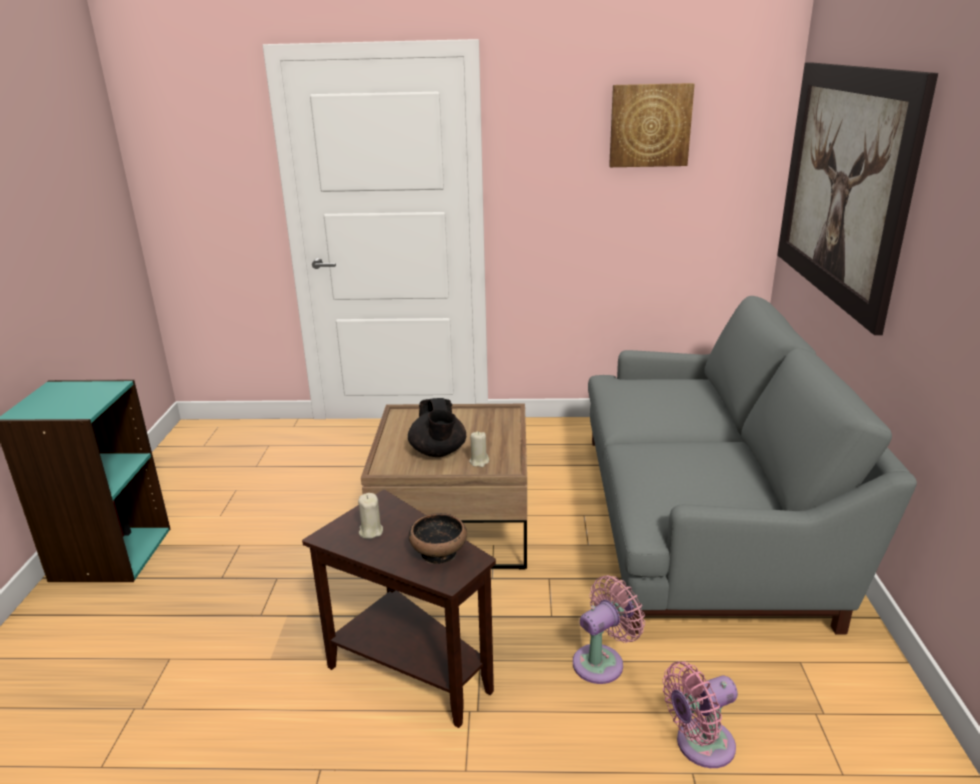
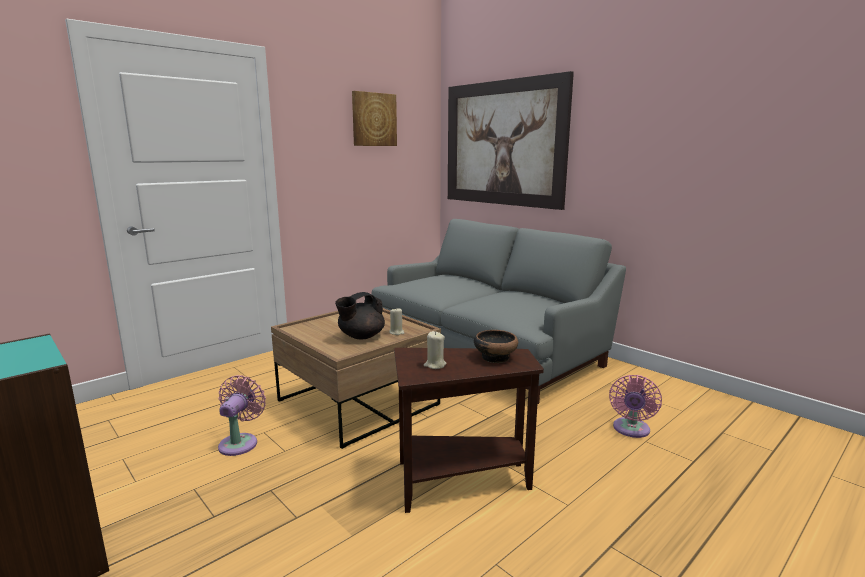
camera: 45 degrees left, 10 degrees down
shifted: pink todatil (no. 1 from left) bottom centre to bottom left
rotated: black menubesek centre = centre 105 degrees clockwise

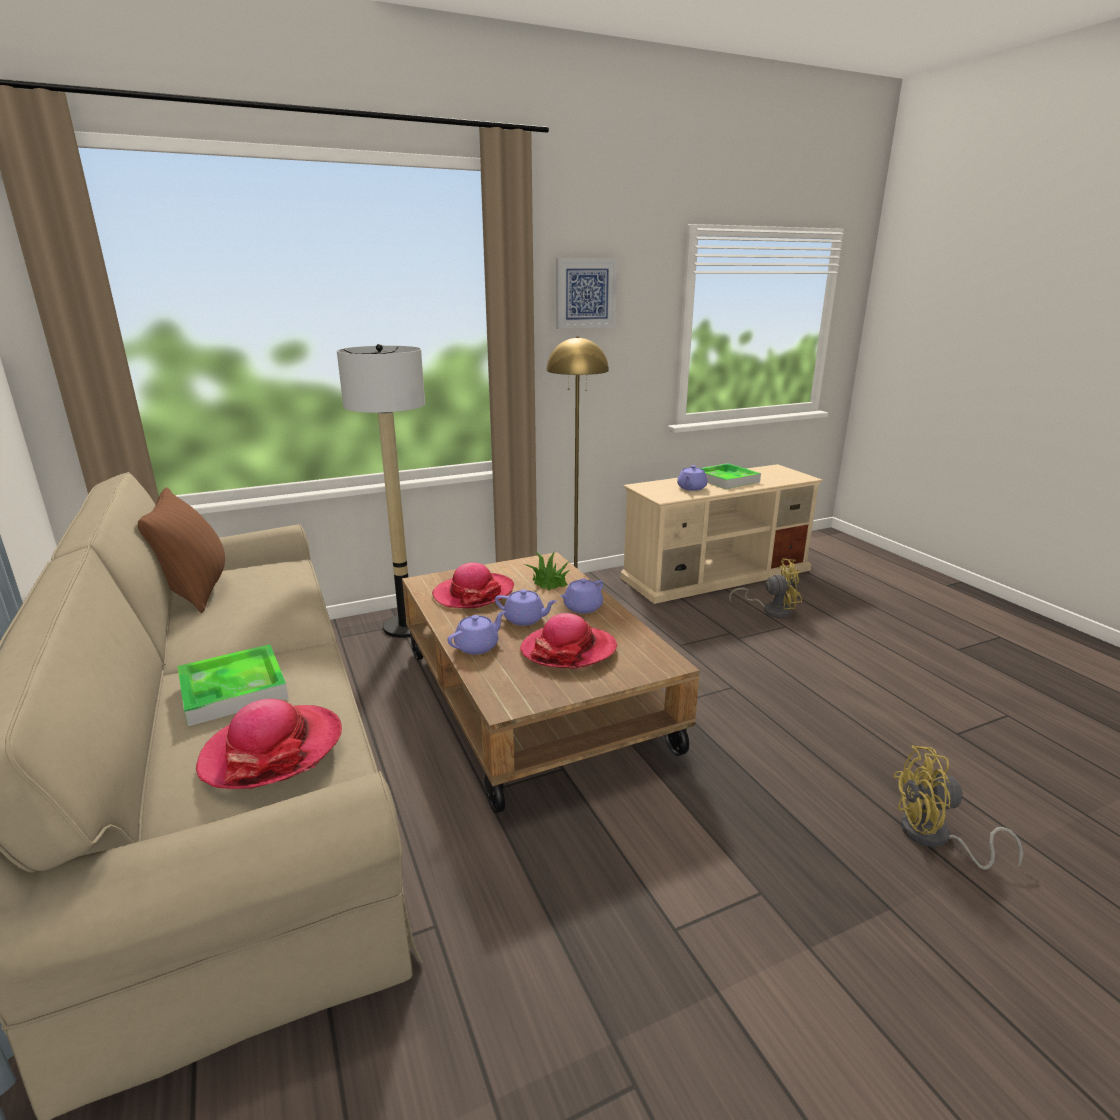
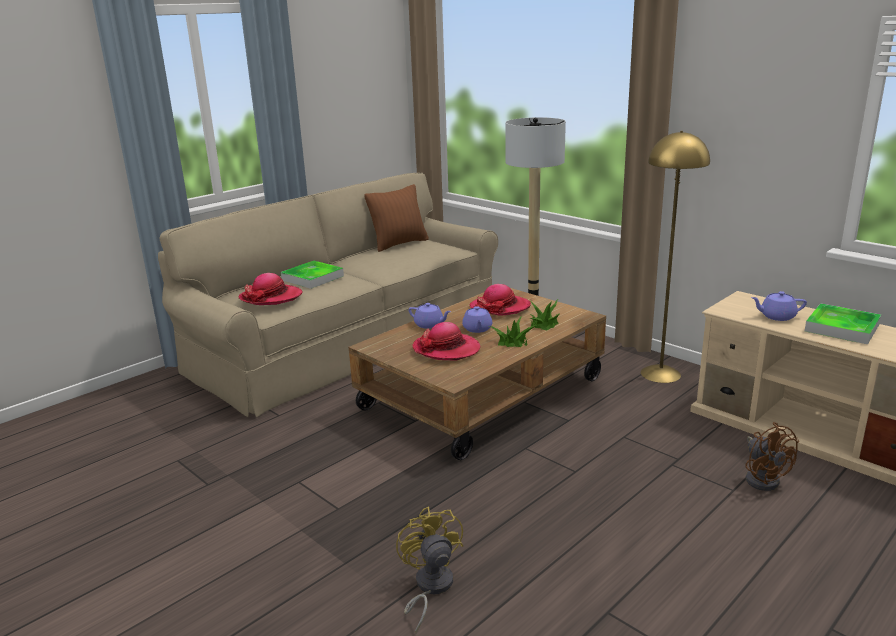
camera: 70 degrees right, 0 degrees up
gone: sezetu top centre
swapped: purple menubesek (no. 3 from left) centre to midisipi (no. 1 from left) centre
repainted: yellow todatil (no. 1 from left) middle right to brown todatil bottom right

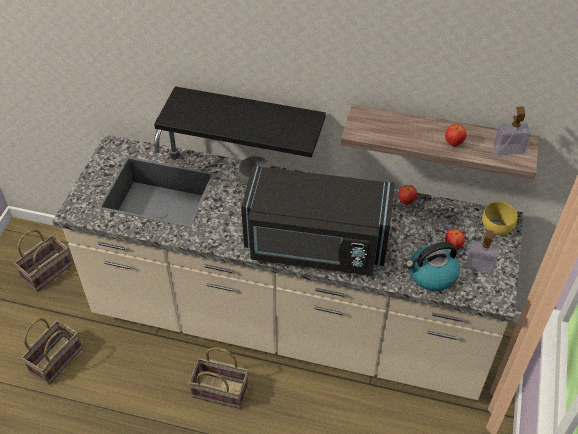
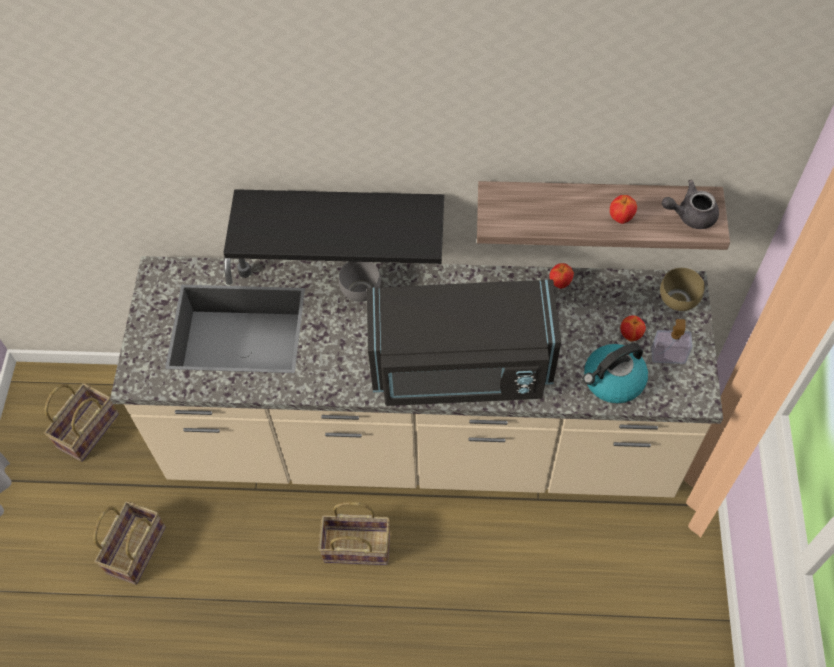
camera: 10 degrees left, 10 degrees up
swapped: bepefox (no. 2 from left) top right to grey menubesek top right
repainted: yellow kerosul middle right to brown kerosul middle right

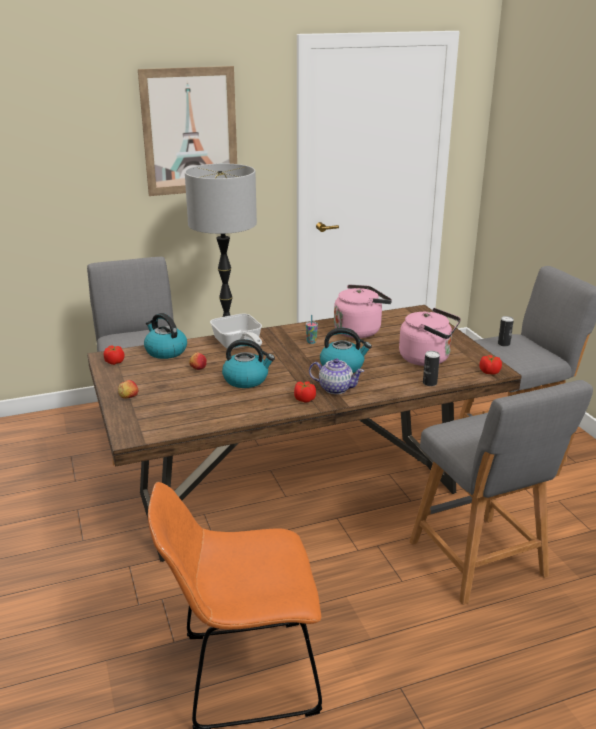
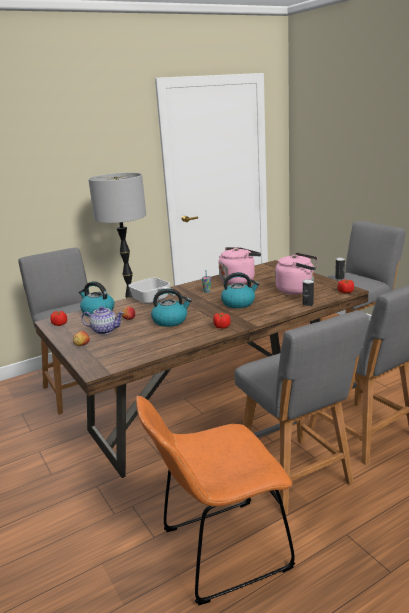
camera: 10 degrees left, 5 degrees down
gone: sezetu top left
new: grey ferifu (no. 2 from left) bottom right
shifted: menubesek centre to middle left

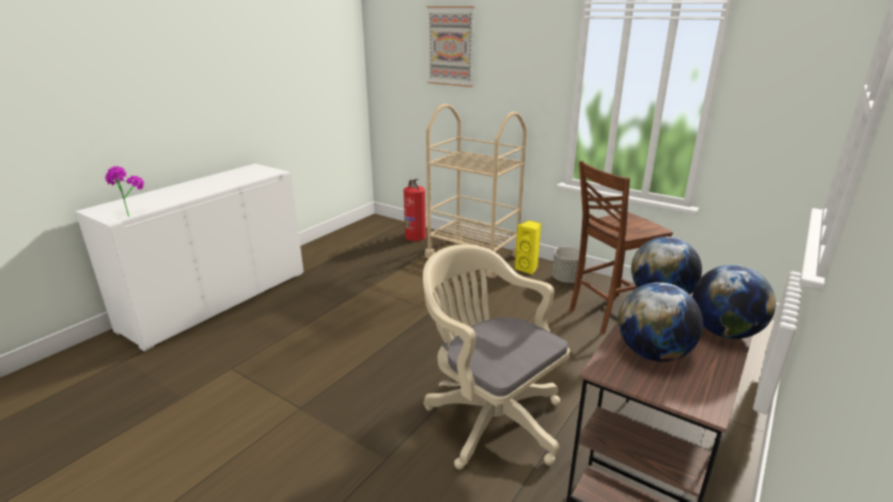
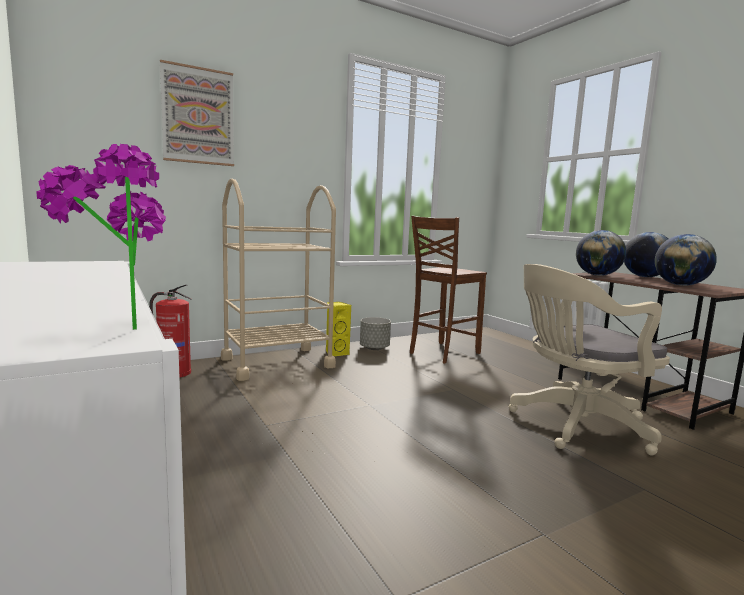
camera: 65 degrees left, 15 degrees down
rotated: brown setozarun middle right = centre 45 degrees clockwise

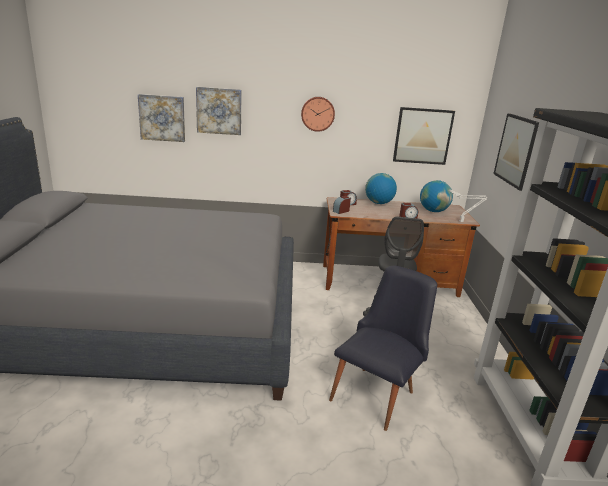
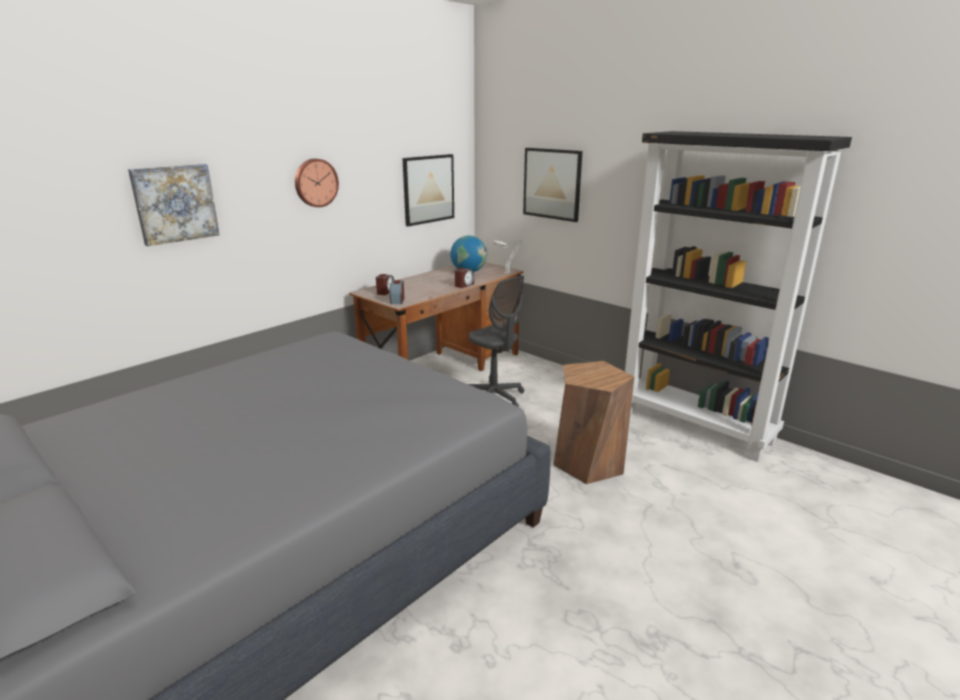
camera: 45 degrees left, 0 degrees up
gone: sezetu (no. 1 from left) top left; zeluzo (no. 1 from left) centre
swapped: black setozarun bottom centre to brown ferifu centre

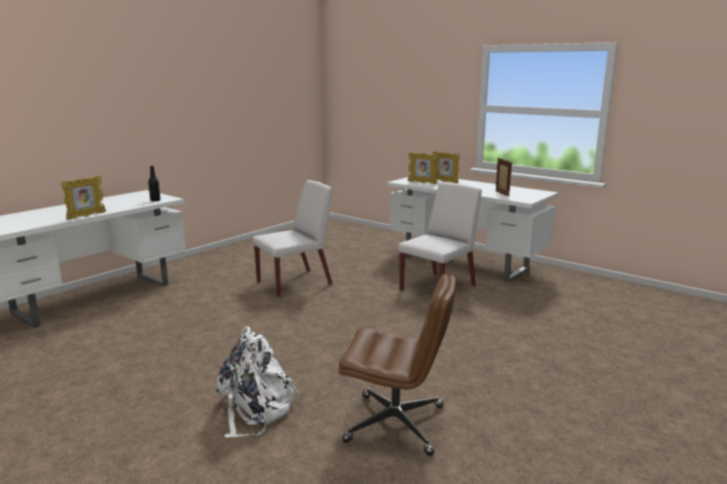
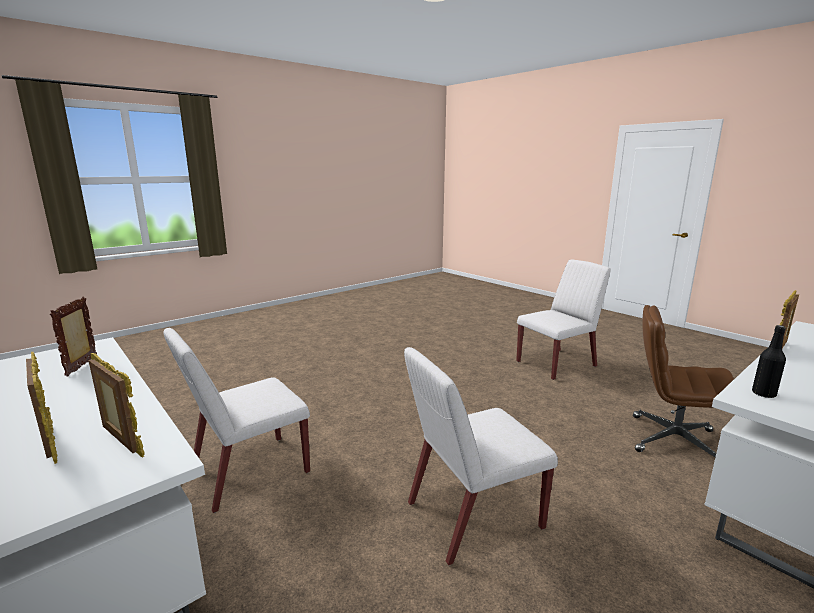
camera: 170 degrees left, 0 degrees up
gone: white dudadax bottom centre
new: white setozarun (no. 3 from left) middle right
shifted: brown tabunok bottom centre to middle right

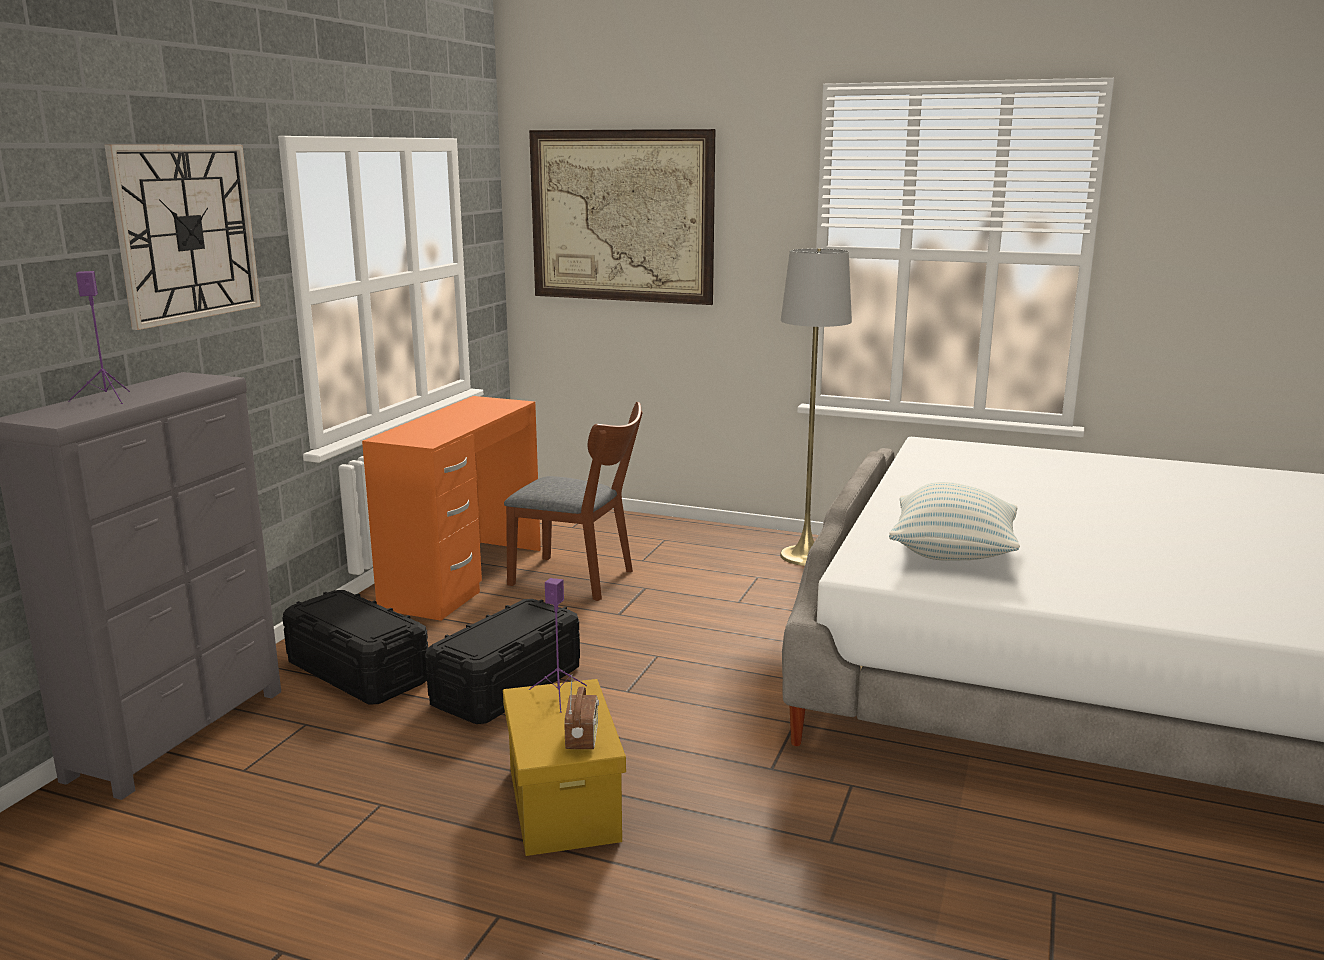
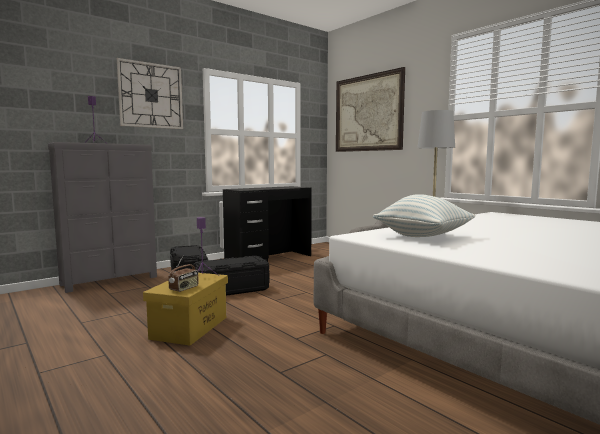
camera: 30 degrees right, 10 degrees down
gone: brown setozarun centre
repainted: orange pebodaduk centre to black pebodaduk centre

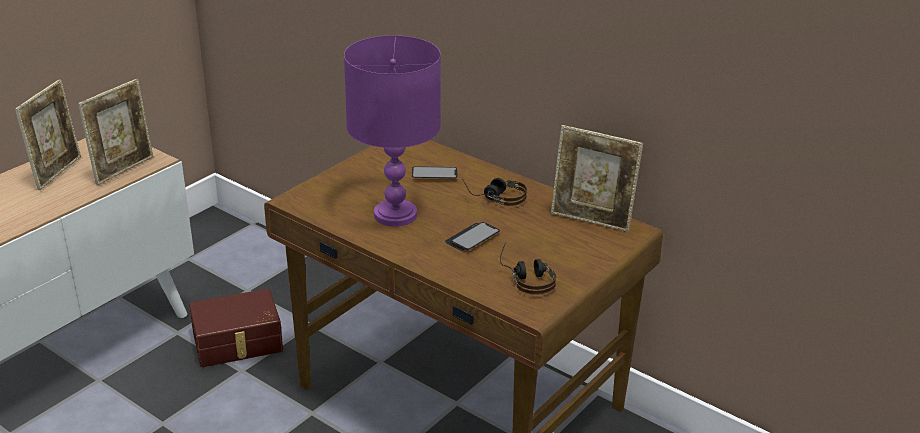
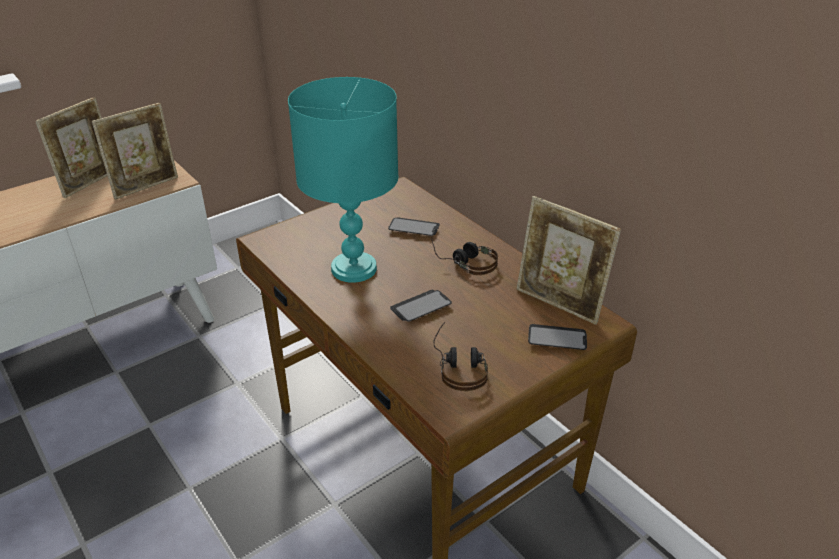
camera: 15 degrees right, 5 degrees up
gone: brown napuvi bottom left
new: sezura (no. 3 from left) centre
repainted: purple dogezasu top centre to turquoise dogezasu top centre

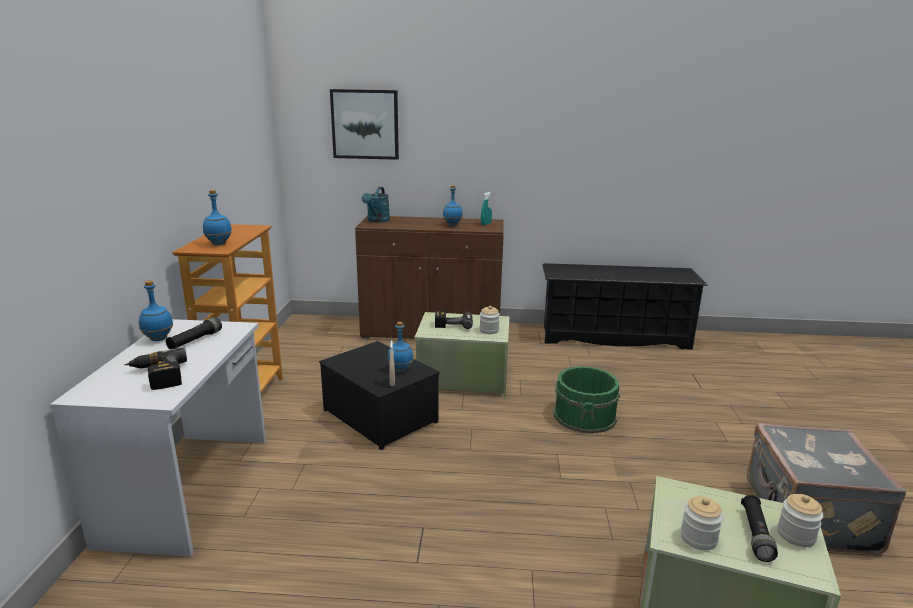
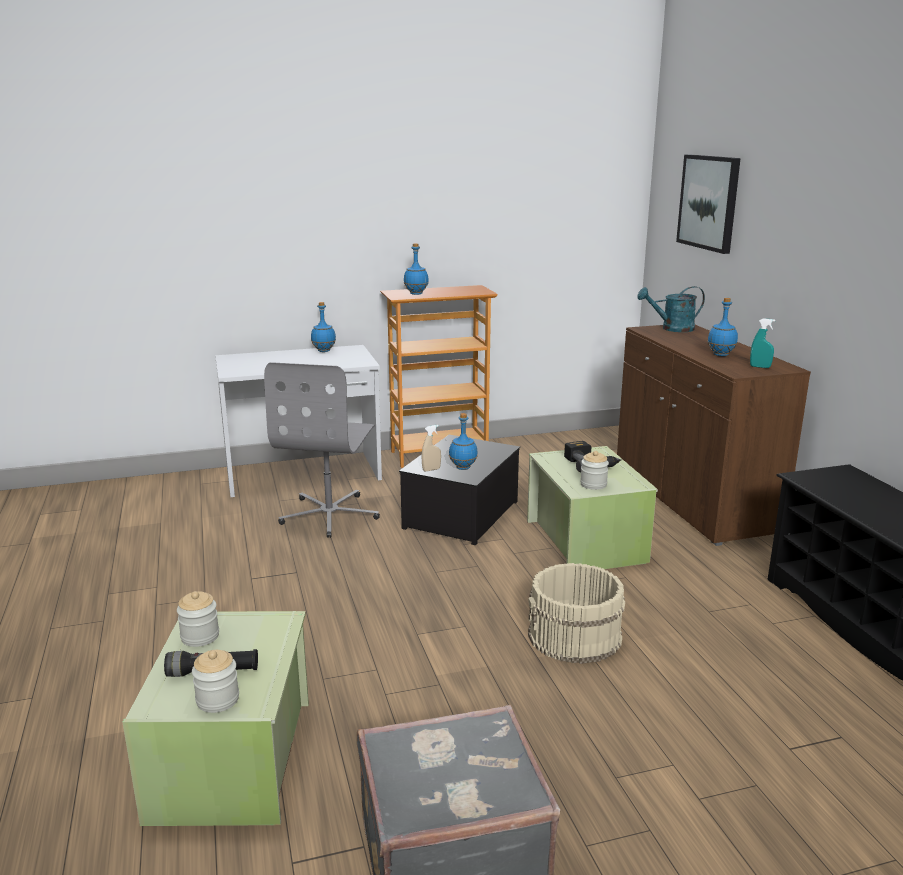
camera: 70 degrees right, 0 degrees up
gone: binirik (no. 1 from left) middle left; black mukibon (no. 1 from left) middle left
new: grey tabunok centre
repainted: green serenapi centre to beige serenapi bottom centre

